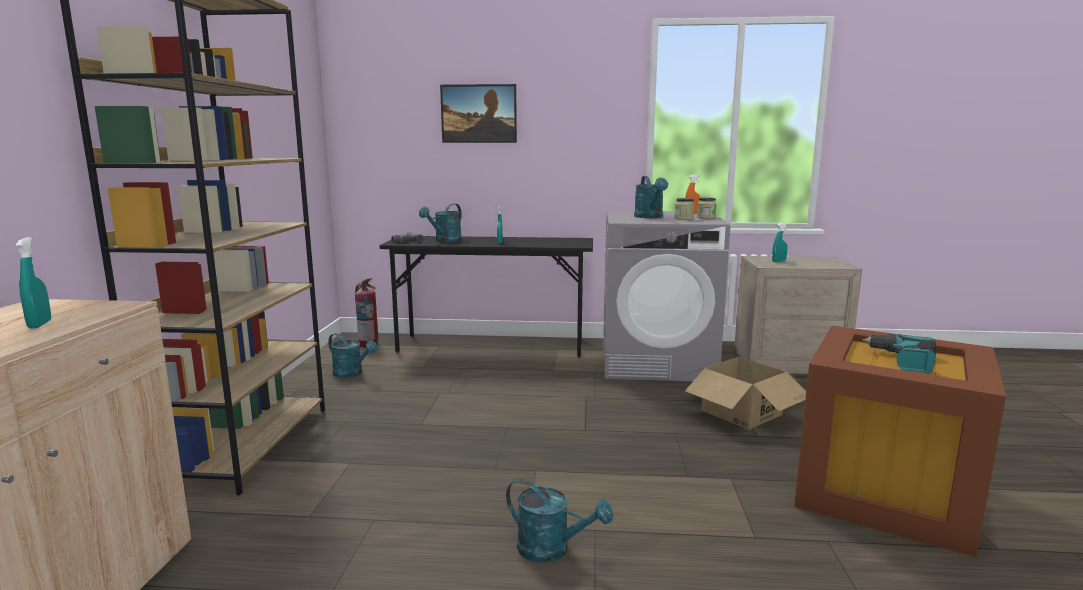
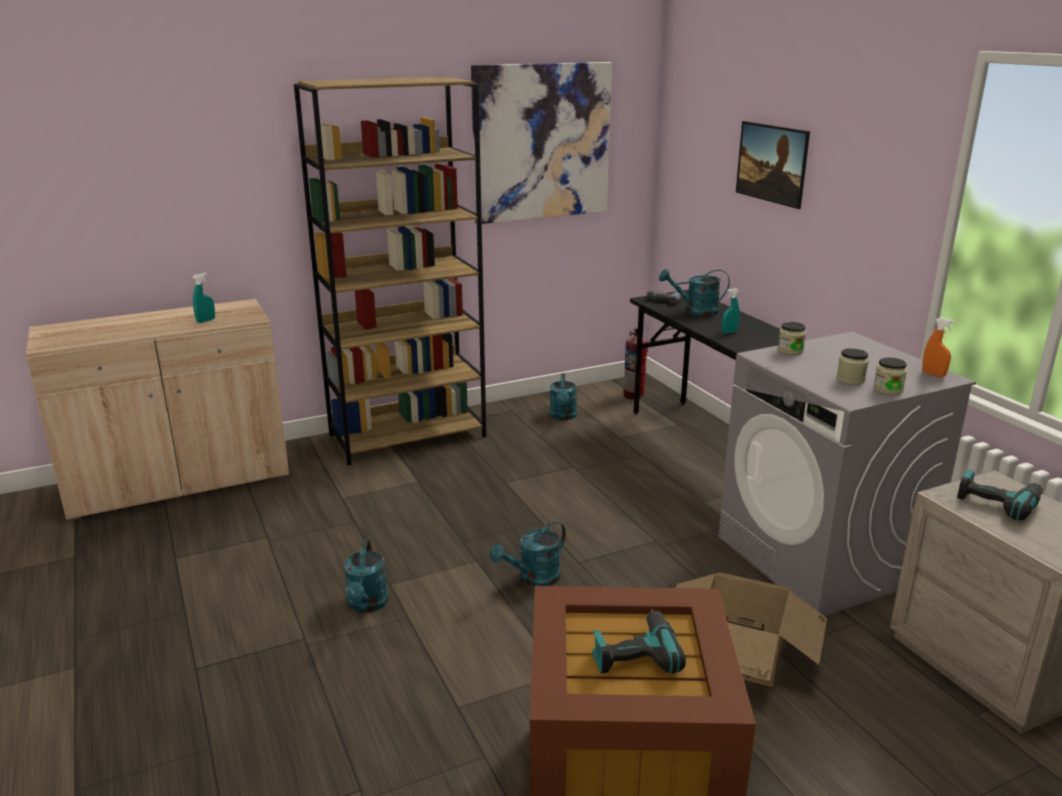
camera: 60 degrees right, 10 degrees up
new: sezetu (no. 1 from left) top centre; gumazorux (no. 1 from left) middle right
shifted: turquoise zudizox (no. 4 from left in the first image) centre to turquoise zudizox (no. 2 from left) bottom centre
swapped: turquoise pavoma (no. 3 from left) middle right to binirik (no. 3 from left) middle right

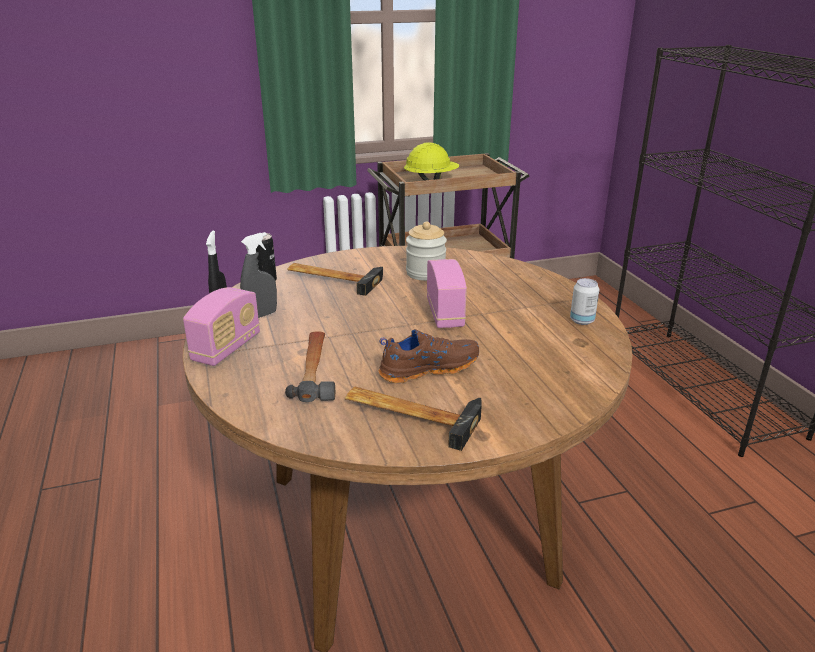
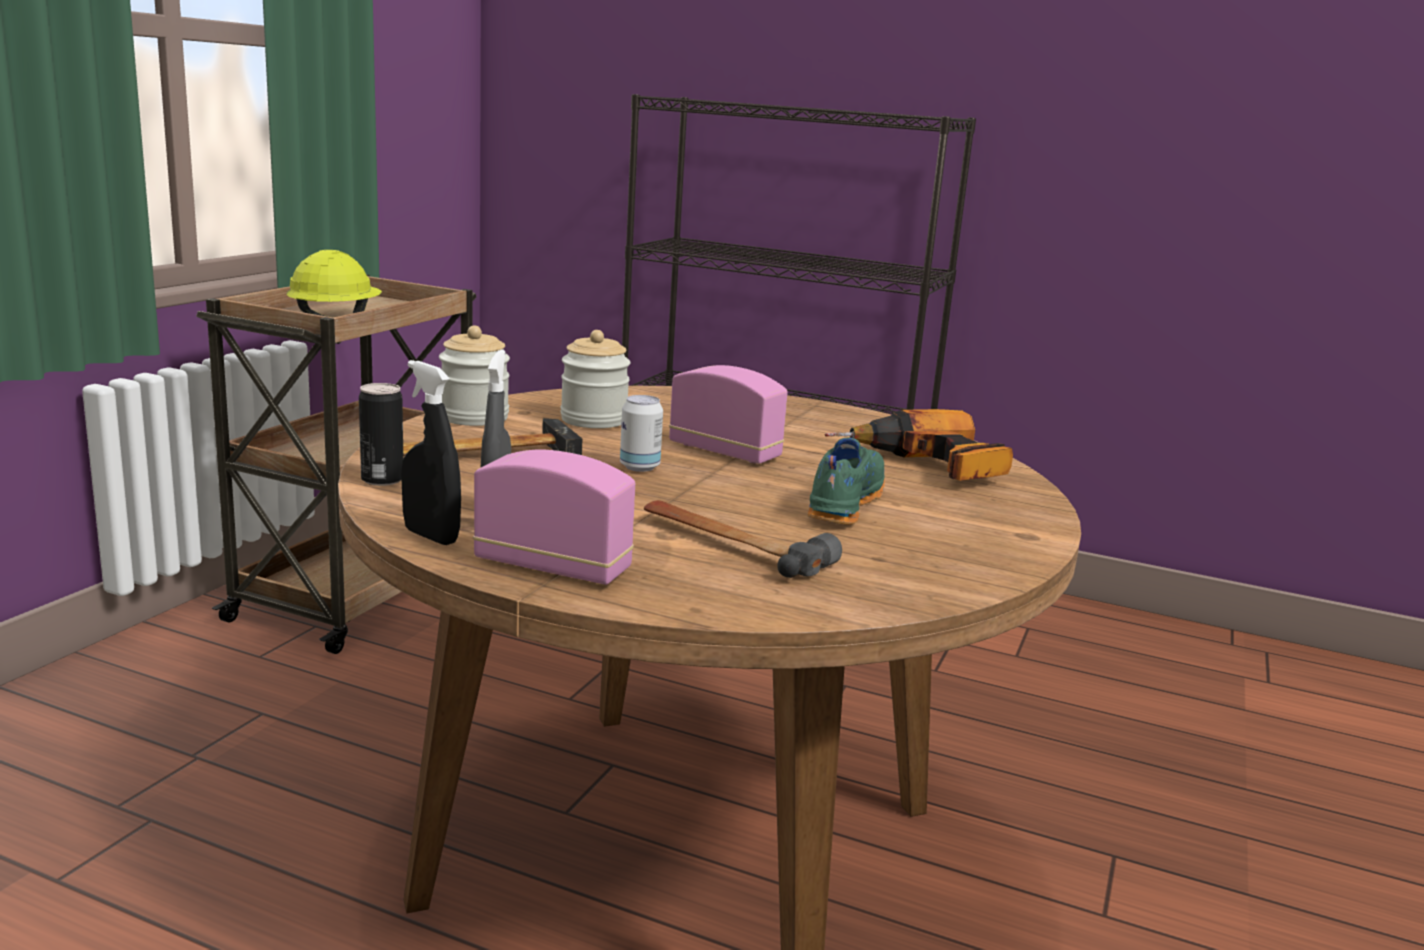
camera: 50 degrees left, 10 degrees down
gone: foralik (no. 3 from left) centre
new: gumazorux (no. 1 from left) middle left; binirik centre
shifted: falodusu (no. 2 from left) middle right to centre
repainted: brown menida centre to green menida centre
rotated: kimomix (no. 1 from left) middle left = centre 45 degrees counterclockwise

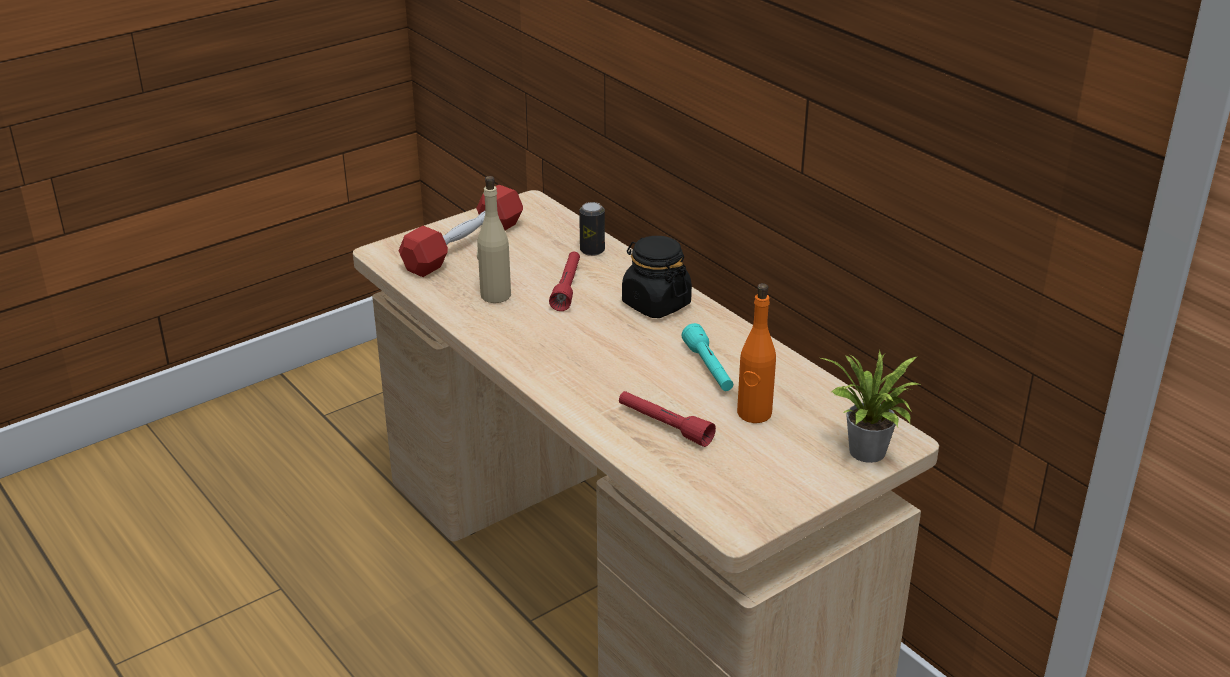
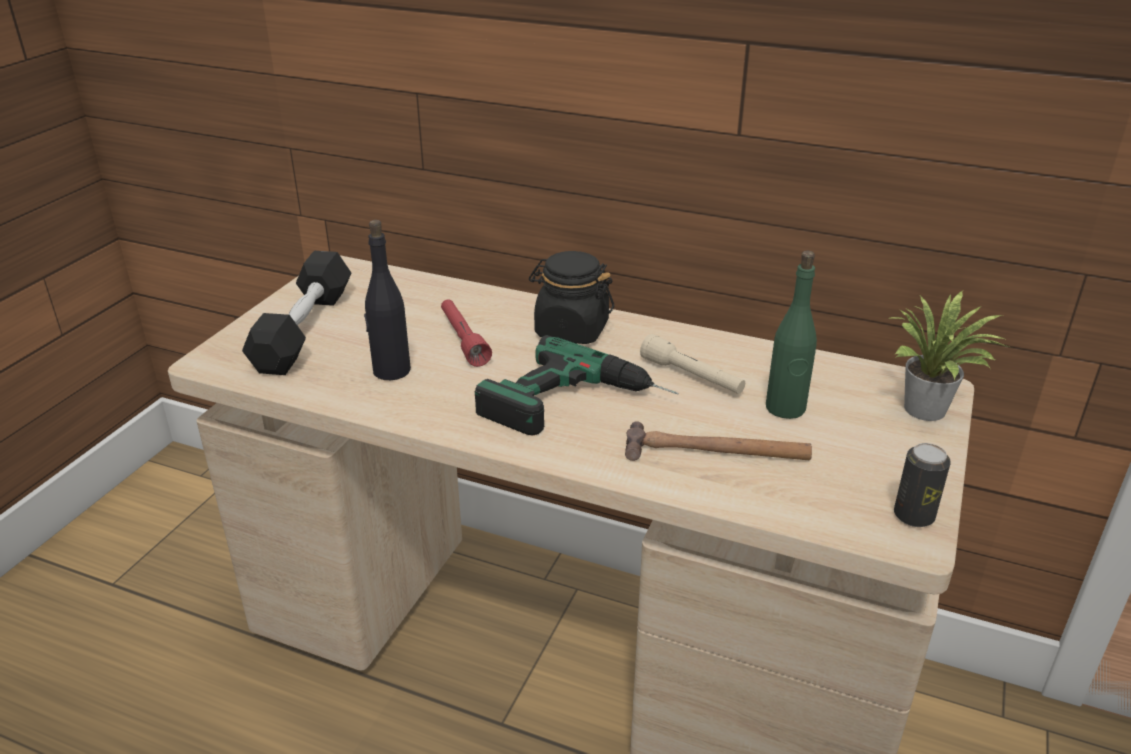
camera: 30 degrees left, 0 degrees up
new: binirik centre
shifted: falodusu centre to middle right
swapped: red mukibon (no. 2 from left) centre to foralik centre
repainted: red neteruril centre to black neteruril middle left; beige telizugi centre to black telizugi centre; turquoise mukibon centre to beige mukibon centre; orange telizugi centre to green telizugi middle right

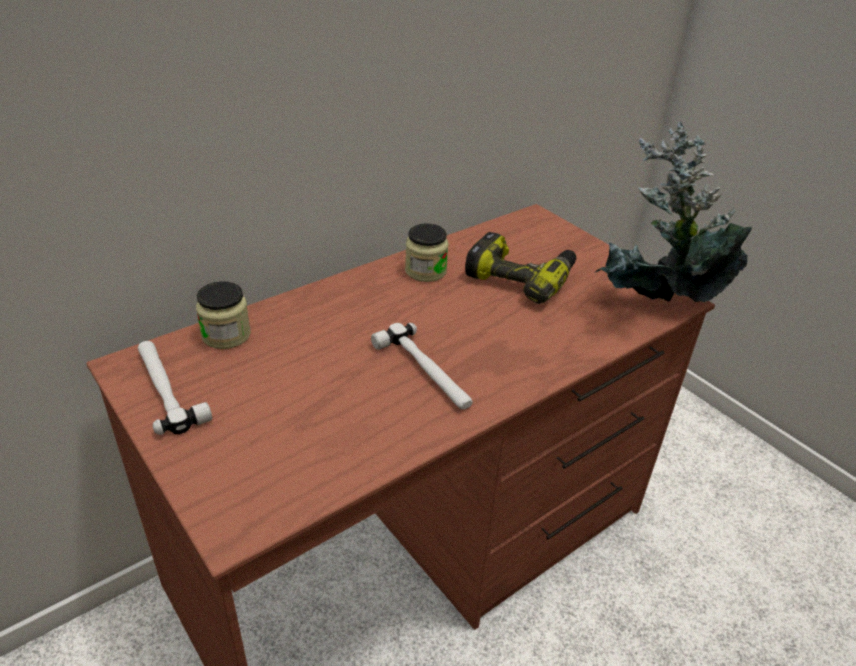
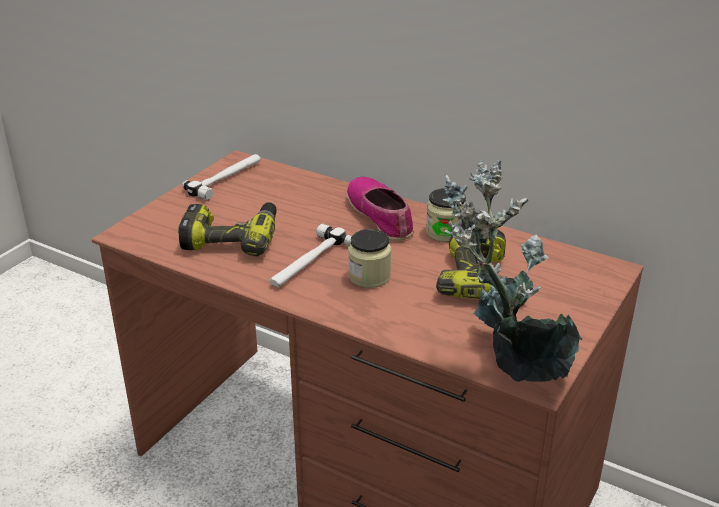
camera: 70 degrees right, 5 degrees down
new: binirik (no. 1 from left) middle left; menida centre
shifted: gumazorux (no. 1 from left) middle left to centre

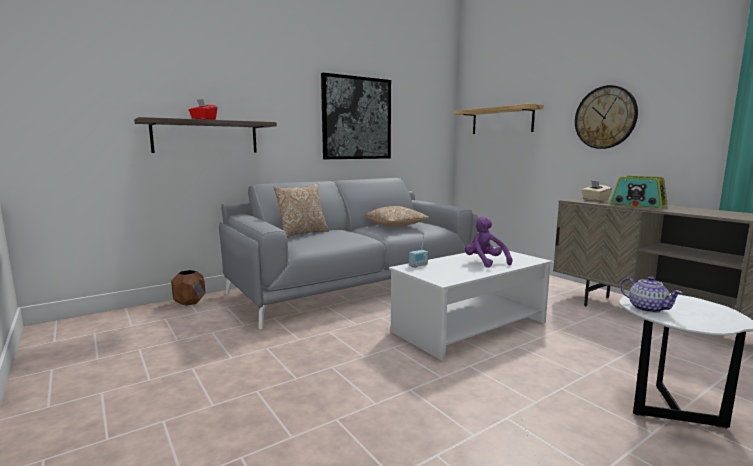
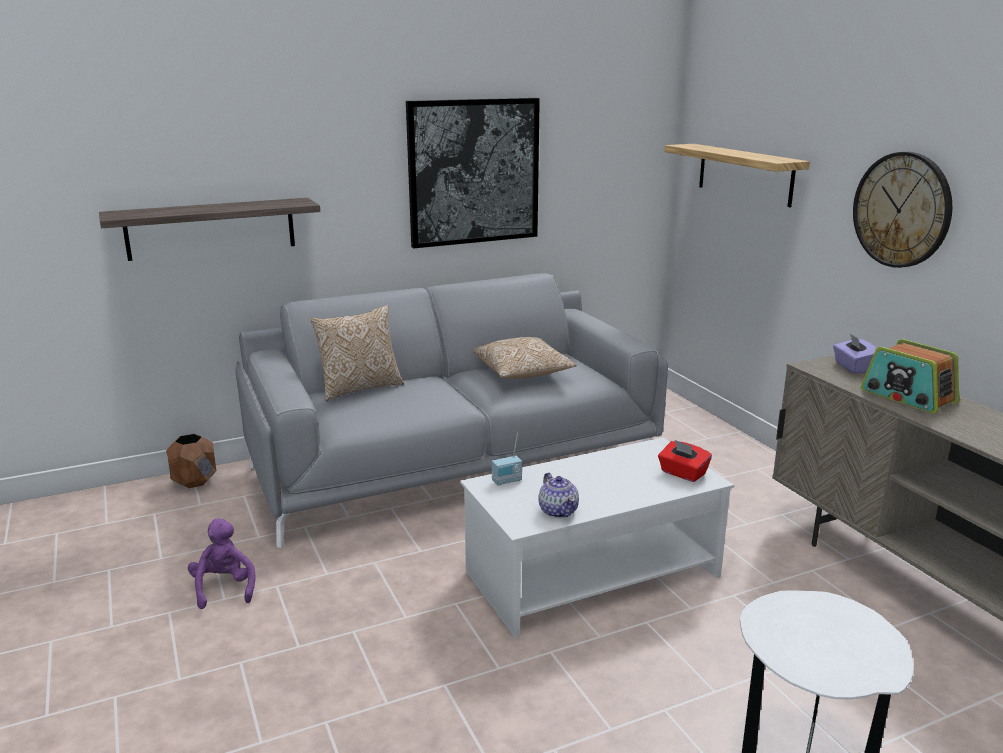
camera: 10 degrees right, 10 degrees up
shifted: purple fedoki centre to bottom left; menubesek middle right to centre; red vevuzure top left to middle right
repainted: beige vevuzure middle right to purple vevuzure middle right

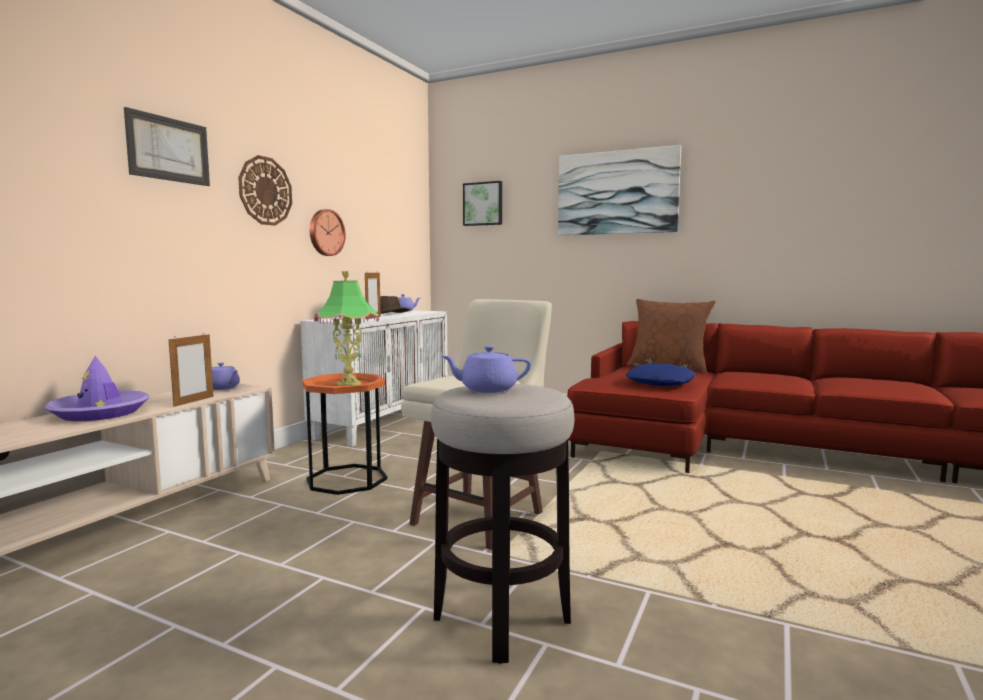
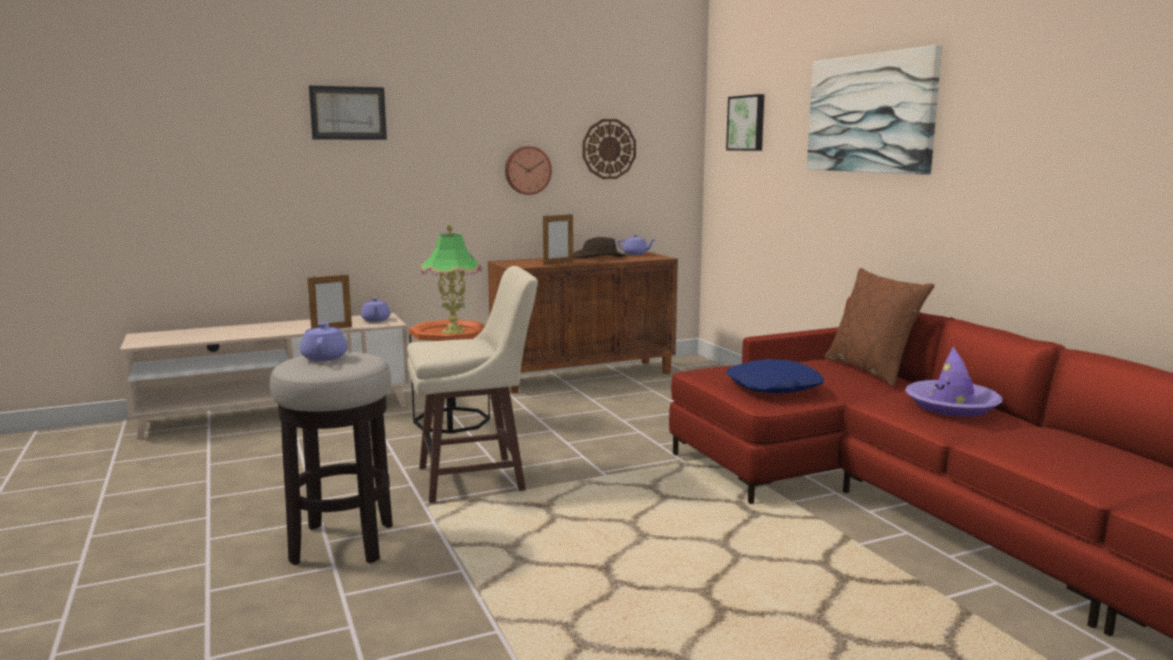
camera: 40 degrees right, 5 degrees up
shifted: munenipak (no. 1 from left in the first image) top left to munenipak (no. 2 from left) top centre; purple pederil middle left to middle right
repainted: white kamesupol centre to brown kamesupol centre
rotated: purple menubesek (no. 3 from left in the first image) centre = middle left 45 degrees clockwise

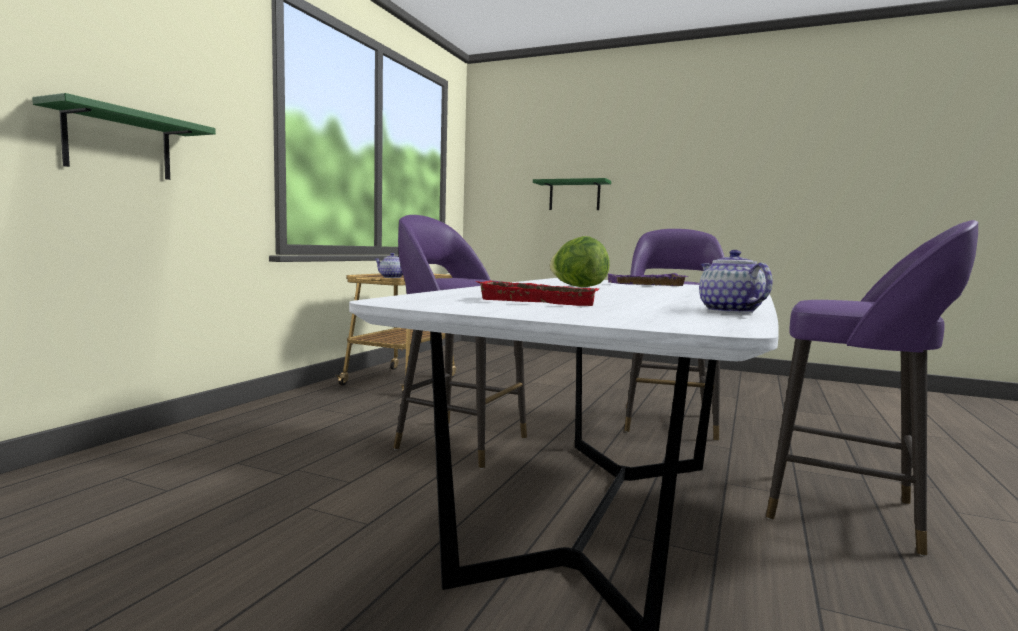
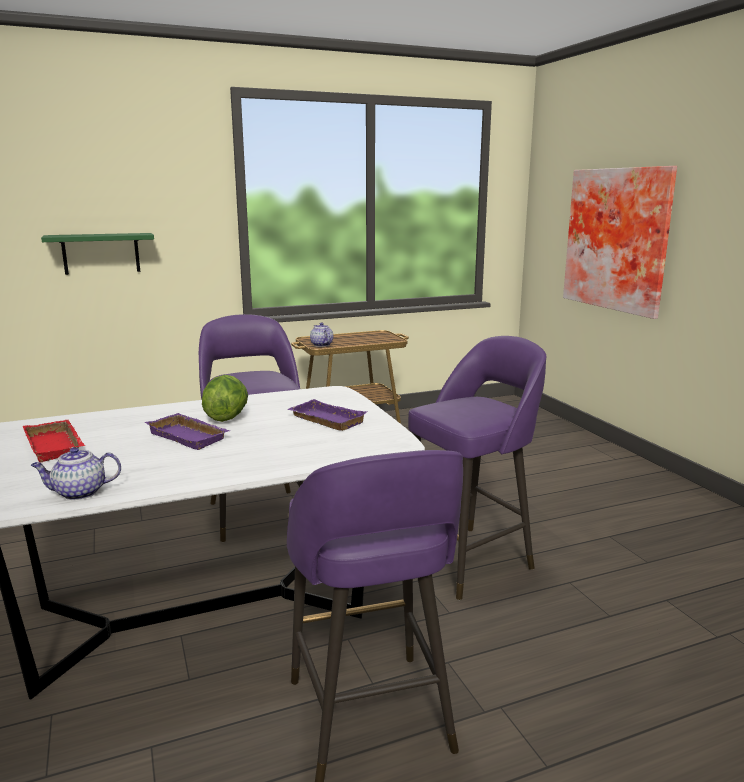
camera: 45 degrees right, 10 degrees up
new: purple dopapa (no. 1 from left) middle left
swapped: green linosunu (no. 2 from left) top centre to sezetu top right
rotated: menubesek (no. 2 from left in the first image) middle right = middle left 135 degrees counterclockwise

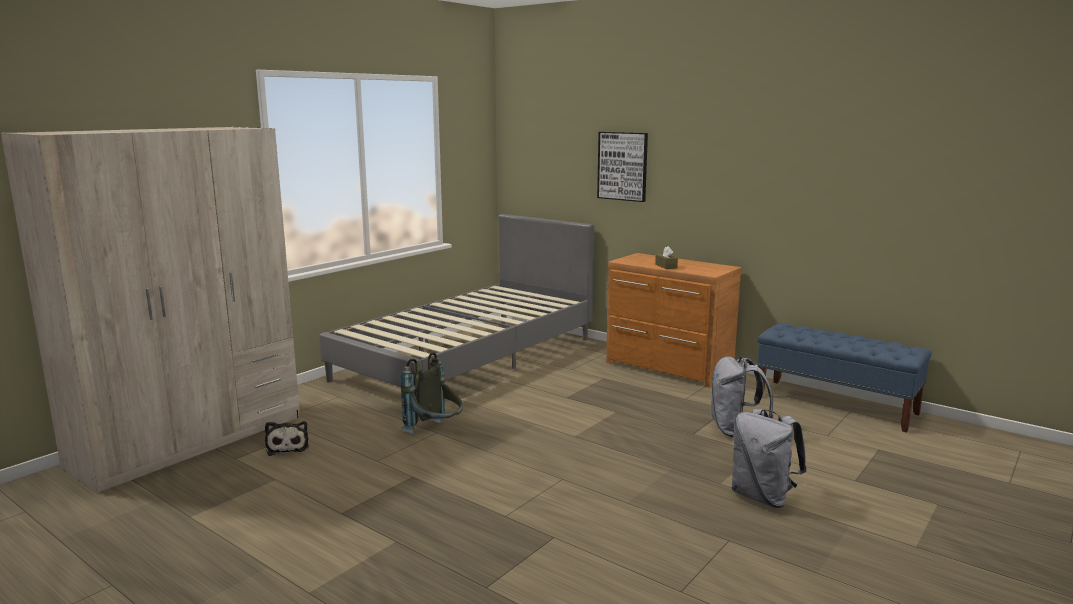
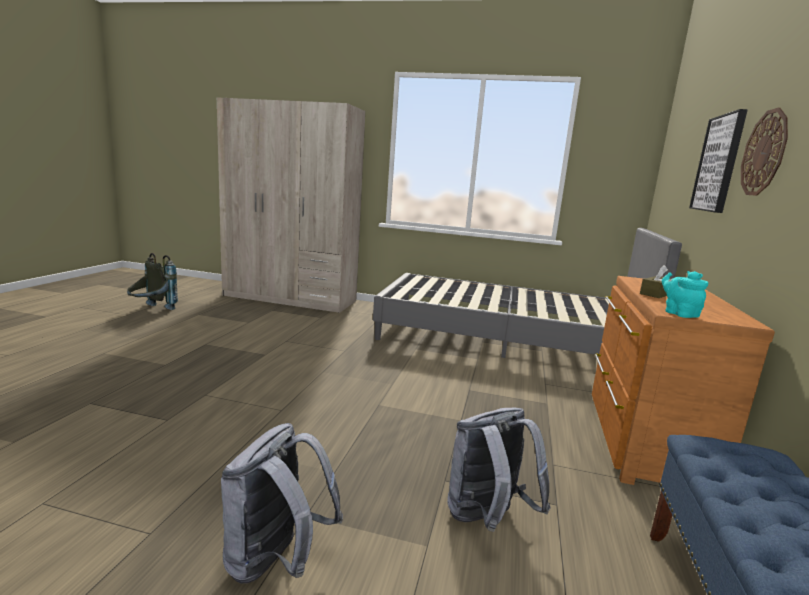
camera: 65 degrees right, 0 degrees up
gone: fedoki bottom left
new: turquoise menubesek middle right; munenipak top right
shifted: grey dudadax (no. 1 from left) centre to middle left

